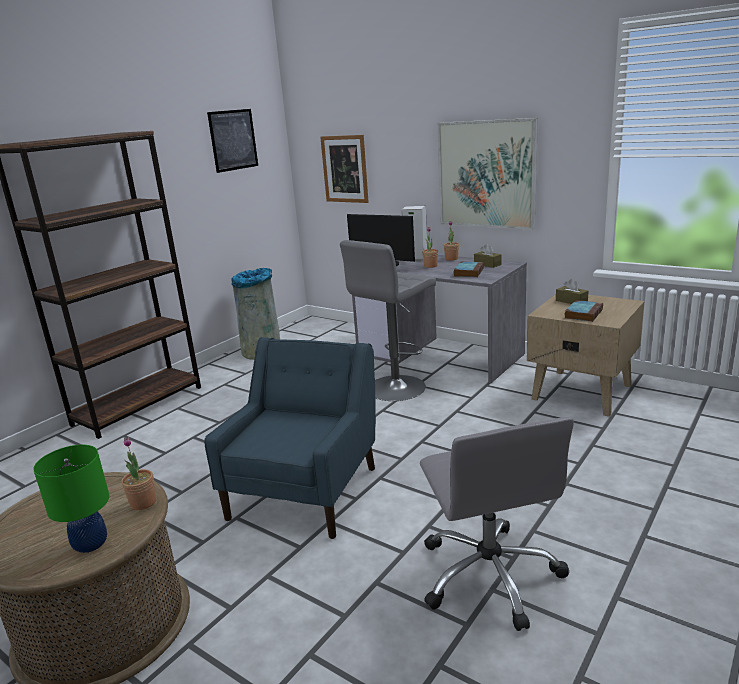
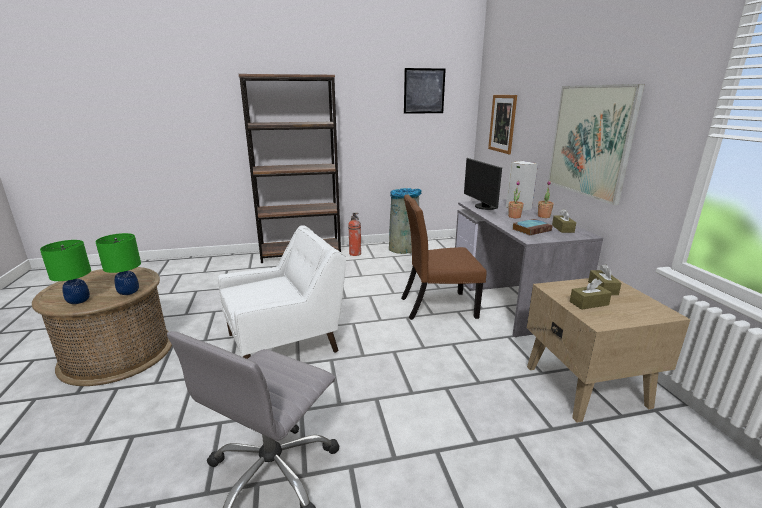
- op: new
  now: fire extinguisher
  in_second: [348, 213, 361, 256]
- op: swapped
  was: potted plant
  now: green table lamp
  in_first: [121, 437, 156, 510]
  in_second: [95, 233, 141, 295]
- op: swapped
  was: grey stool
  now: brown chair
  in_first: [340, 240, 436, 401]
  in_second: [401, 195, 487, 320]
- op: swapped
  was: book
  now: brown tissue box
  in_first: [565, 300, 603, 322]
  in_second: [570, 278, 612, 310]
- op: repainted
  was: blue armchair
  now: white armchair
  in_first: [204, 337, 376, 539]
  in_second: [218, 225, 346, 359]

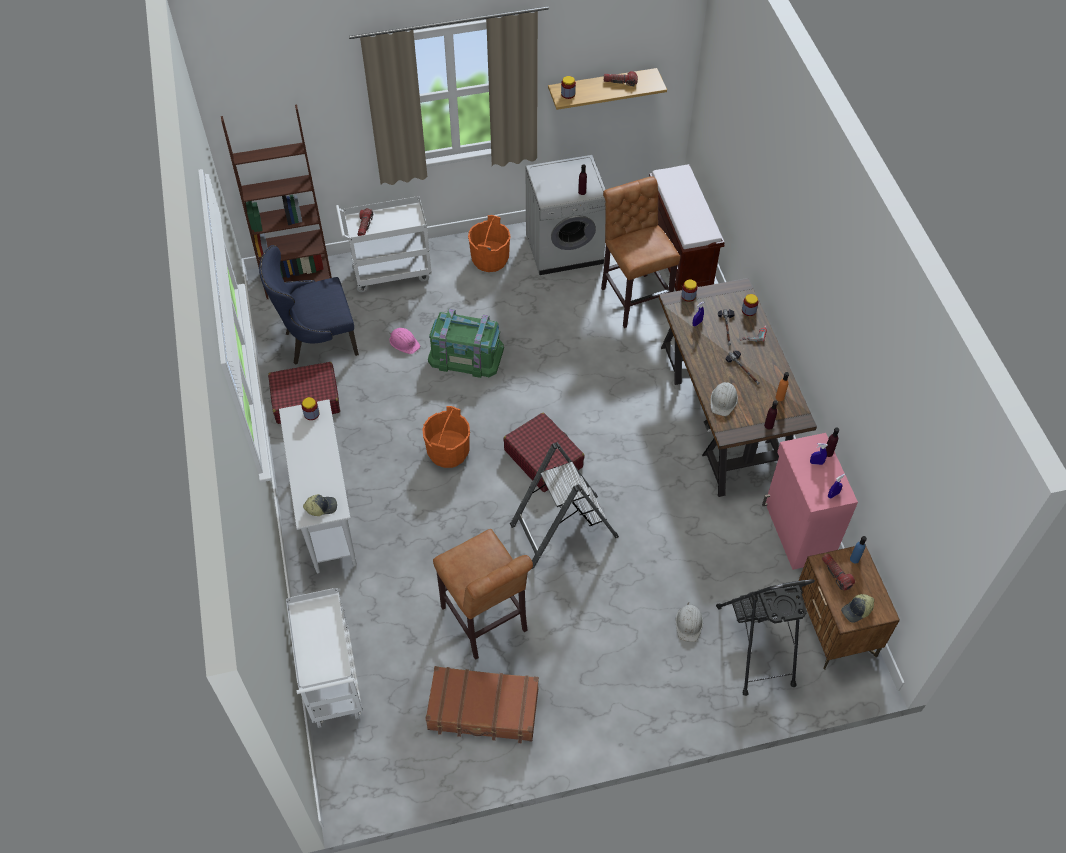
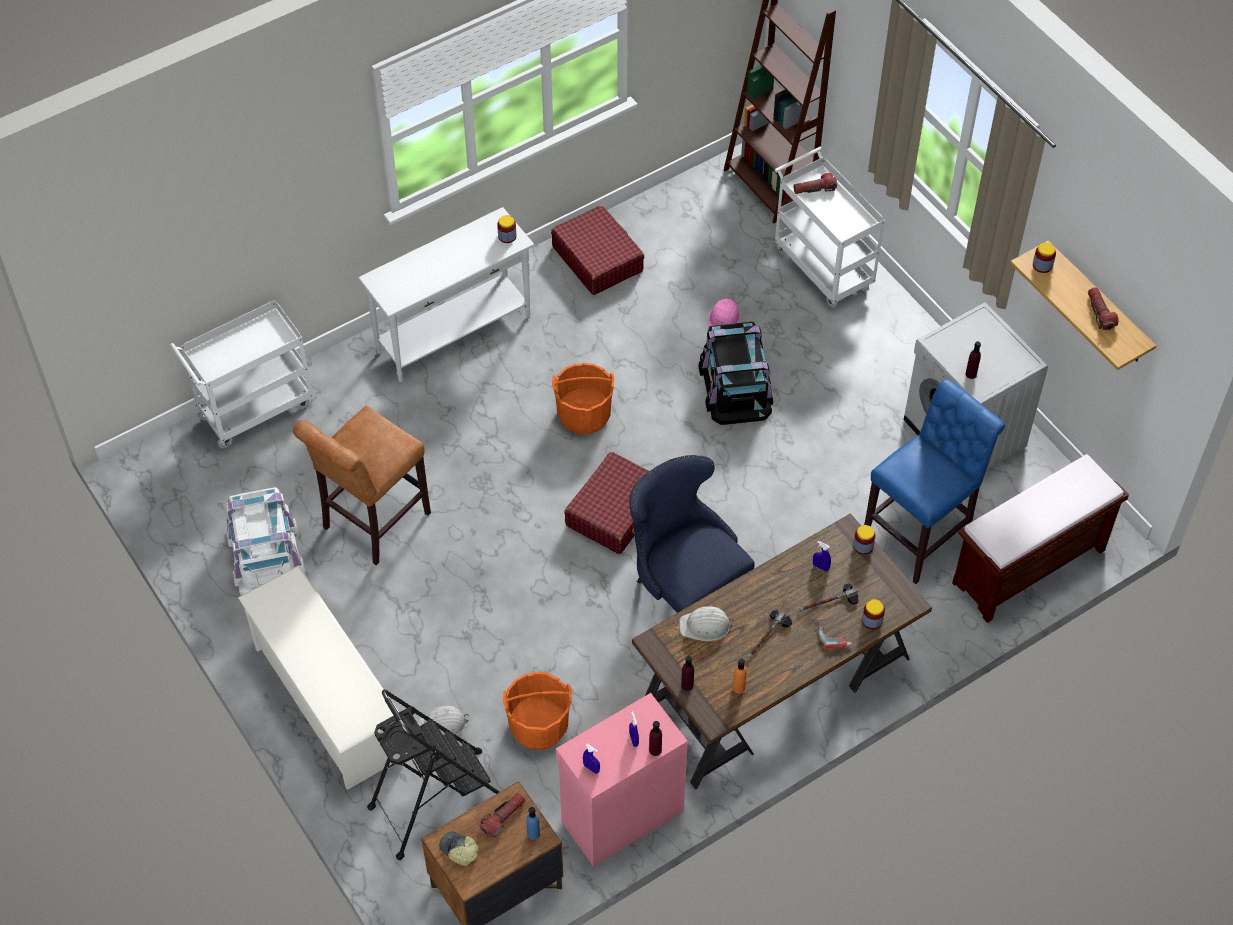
- op: gone
  was: cap
  in_first: [303, 494, 337, 516]
- op: gone
  was: grey step ladder
  in_first: [510, 442, 619, 569]
- op: new
  now: white shoe rack
  in_second: [238, 565, 407, 790]
- op: shifted
  was: blue chair
  in_first: [259, 245, 359, 365]
  in_second: [629, 455, 755, 613]
- op: shifted
  was: orange bucket
  in_first: [468, 215, 510, 272]
  in_second: [503, 672, 572, 750]
- op: swapped
  was: brown suitcase
  now: white storage box
  in_first: [425, 666, 539, 743]
  in_second: [226, 487, 305, 595]
- op: repainted
  was: green storage box
  now: black storage box
  in_first: [428, 309, 504, 378]
  in_second: [699, 322, 773, 425]
- op: repainted
  was: brown stool
  now: blue stool
  in_first: [601, 176, 680, 328]
  in_second: [864, 379, 1005, 584]

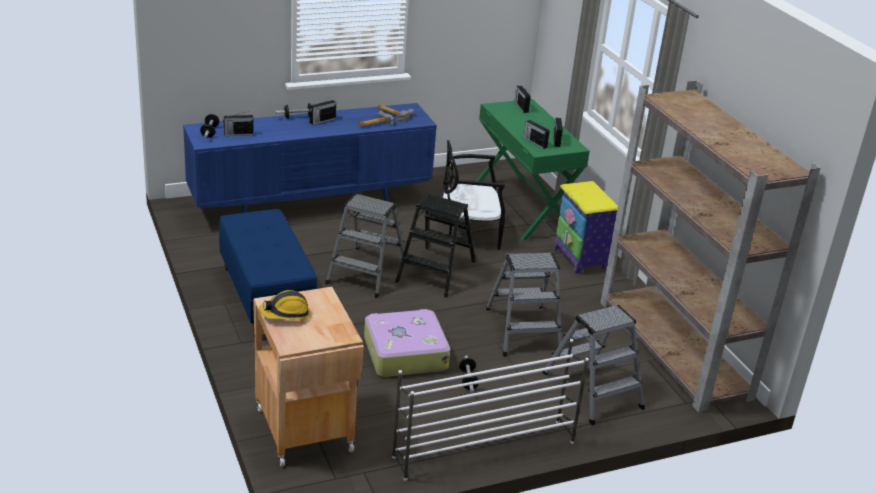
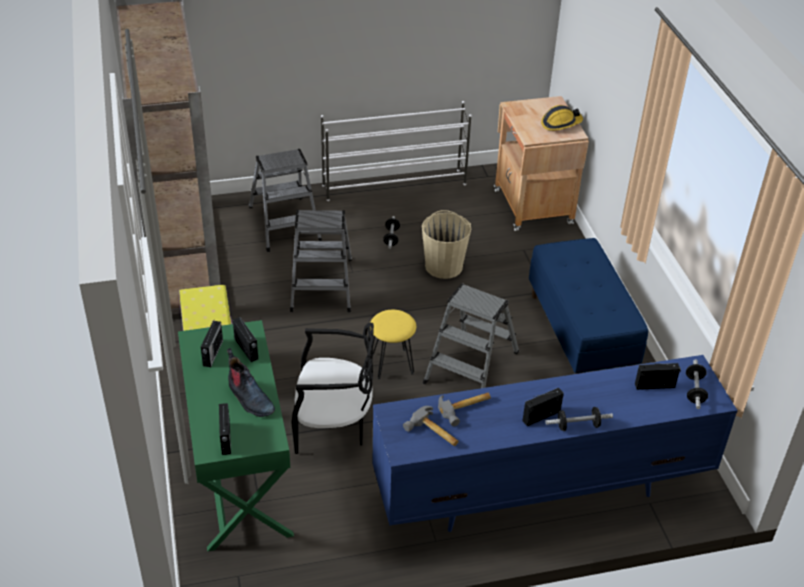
- op: new
  now: boot
  in_second: [227, 348, 275, 417]
- op: swapped
  was: suitcase
  now: beige bucket
  in_first: [364, 309, 450, 377]
  in_second: [422, 210, 471, 279]
- op: swapped
  was: black step ladder
  now: yellow stool
  in_first: [395, 193, 476, 298]
  in_second: [370, 310, 416, 379]

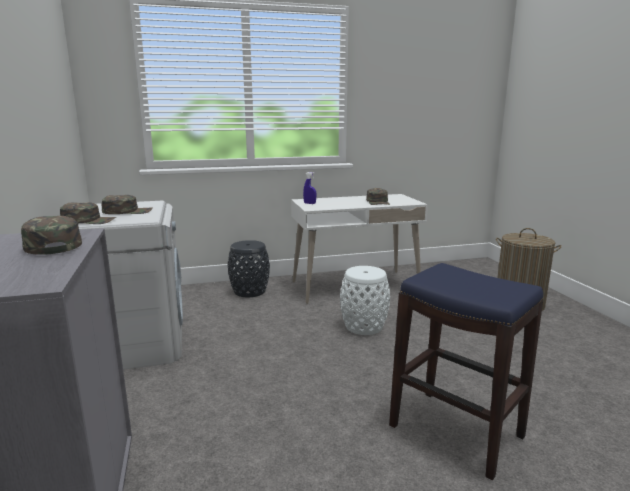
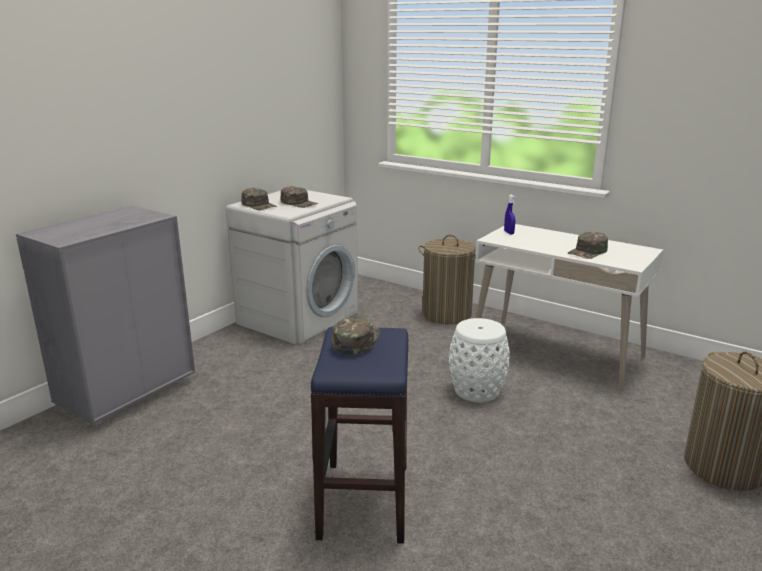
- op: shifted
  was: green cap
  in_first: [21, 216, 82, 255]
  in_second: [332, 316, 380, 355]
- op: swapped
  was: black stool
  now: laundry basket
  in_first: [228, 240, 270, 297]
  in_second: [418, 235, 476, 324]

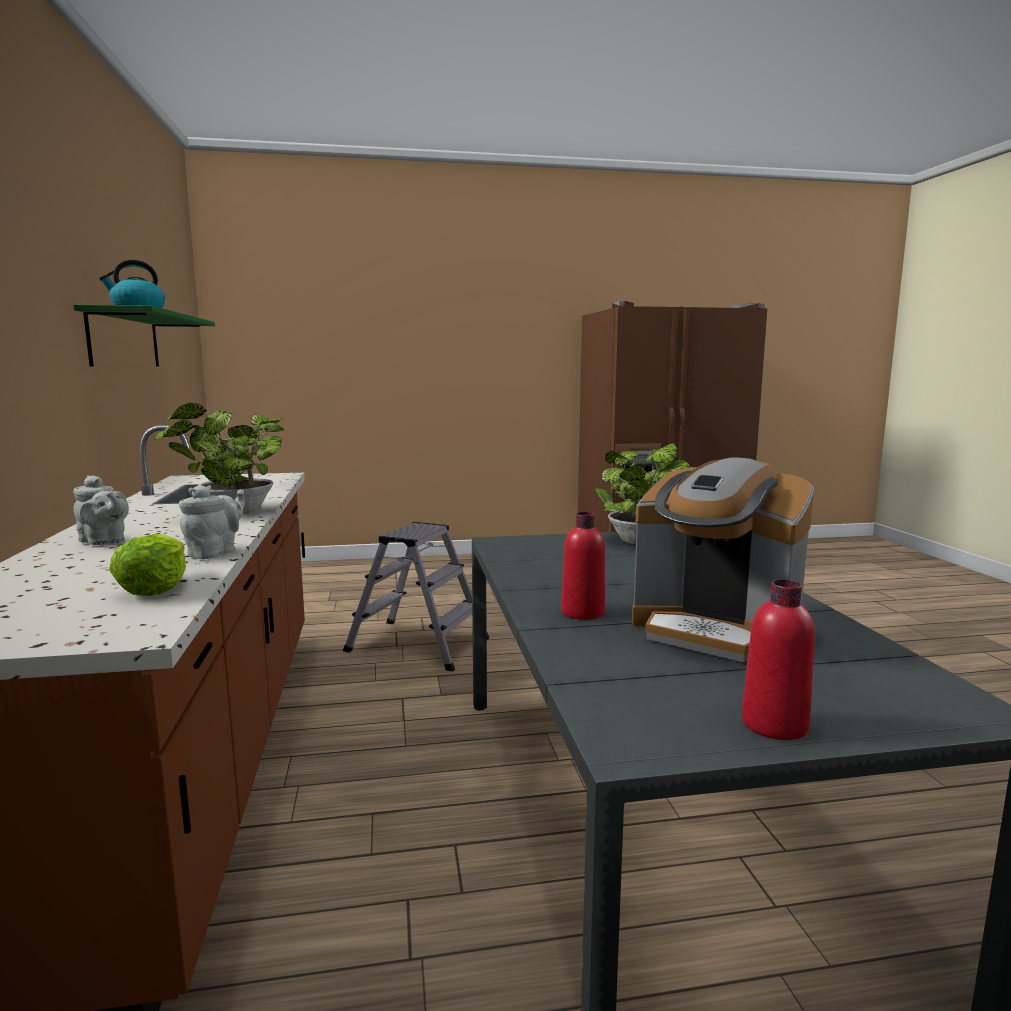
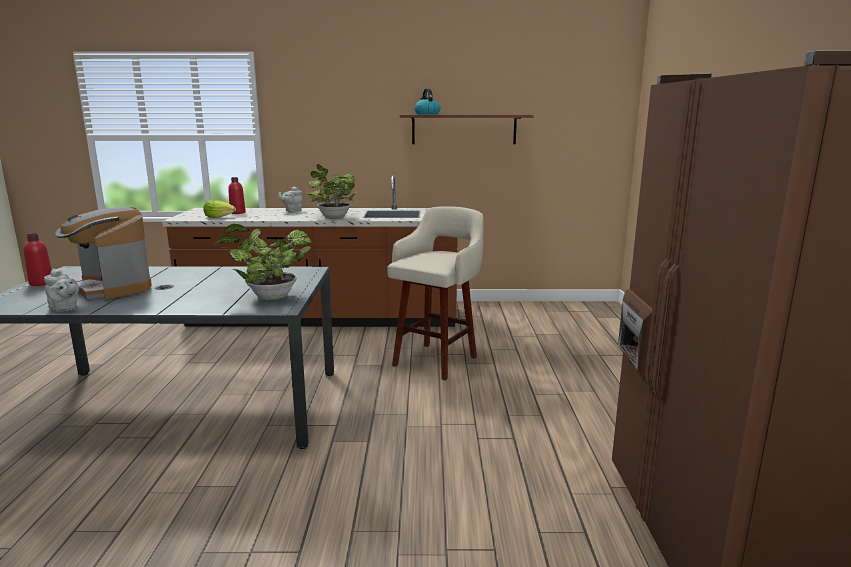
- op: shifted
  was: grey teapot
  in_first: [179, 485, 245, 559]
  in_second: [44, 269, 79, 312]
- op: shifted
  was: red bottle
  in_first: [561, 512, 605, 620]
  in_second: [228, 177, 246, 214]
- op: swapped
  was: grey step ladder
  now: beige stool
  in_first: [343, 522, 490, 671]
  in_second: [387, 206, 484, 380]
- op: repainted
  was: green shelf
  now: brown shelf
  in_first: [73, 304, 215, 366]
  in_second: [400, 115, 534, 144]
- op: rotated
  was: coffee machine
  in_first: [632, 457, 814, 662]
  in_second: [55, 206, 152, 299]
  clockwise: -90

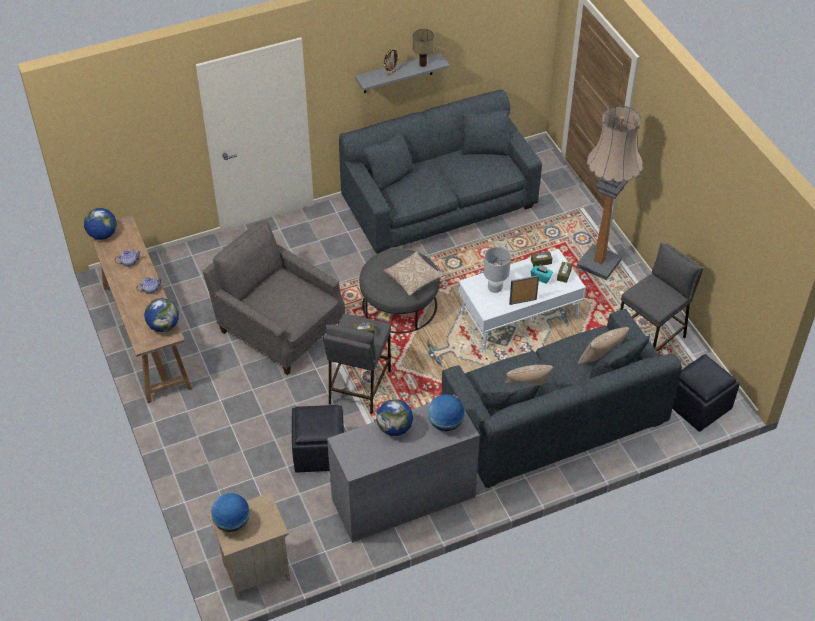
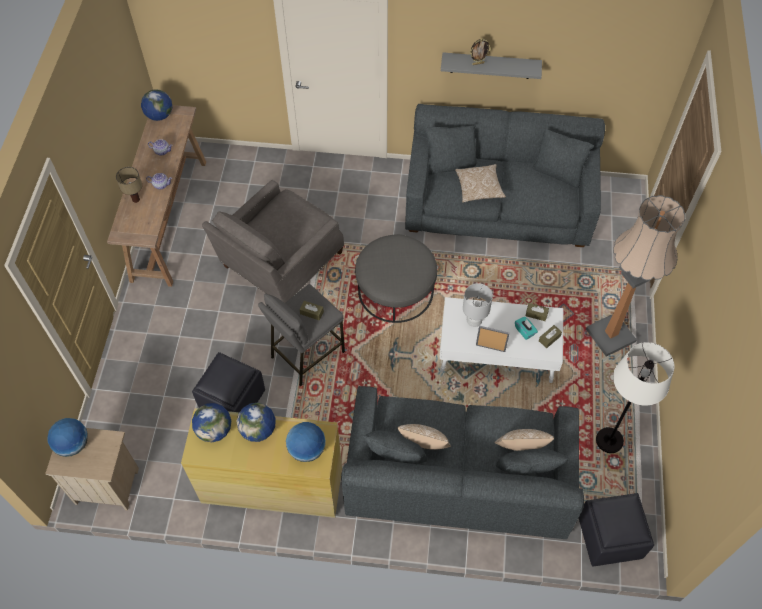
- op: shifted
  was: globe
  in_first: [144, 298, 179, 332]
  in_second: [192, 403, 231, 442]
- op: shifted
  was: pillow
  in_first: [383, 251, 444, 296]
  in_second: [455, 164, 506, 203]
- op: shifted
  was: table lamp
  in_first: [413, 29, 434, 67]
  in_second: [116, 167, 142, 203]
- op: swapped
  was: grey stool
  now: white floor lamp
  in_first: [620, 243, 703, 351]
  in_second: [596, 342, 674, 453]
- op: repainted
  was: grey cabinet
  now: yellow cabinet
  in_first: [327, 394, 480, 543]
  in_second: [181, 408, 342, 518]
- op: rotated
  was: grey armchair
  in_first: [203, 221, 345, 375]
  in_second: [202, 180, 344, 303]
  clockwise: -120

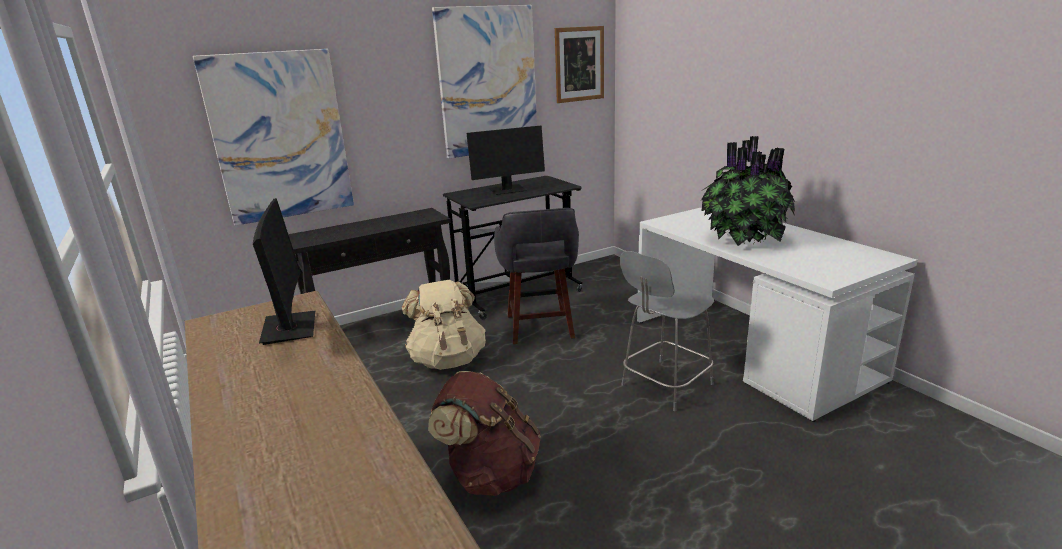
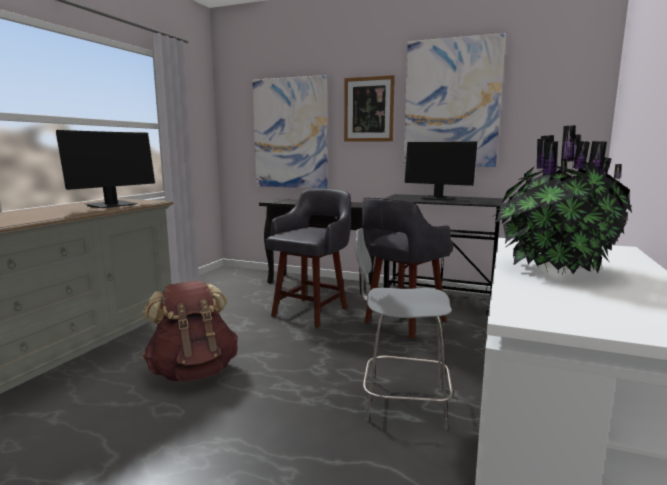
- op: shifted
  was: picture
  in_first: [555, 26, 604, 103]
  in_second: [344, 75, 395, 142]
- op: swapped
  was: beige backpack
  now: grey stool
  in_first: [402, 280, 486, 370]
  in_second: [266, 189, 351, 327]

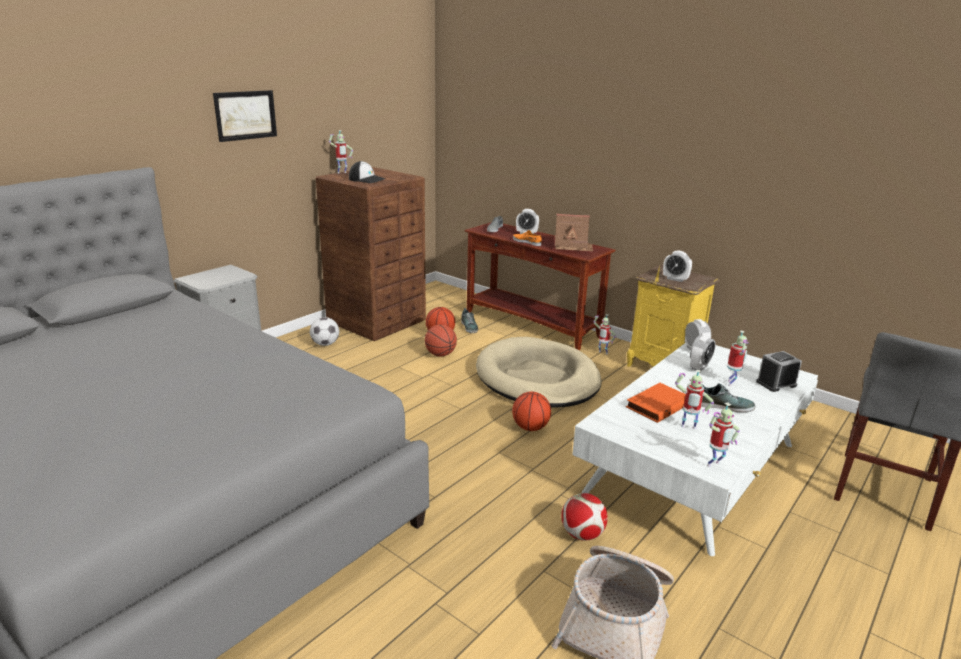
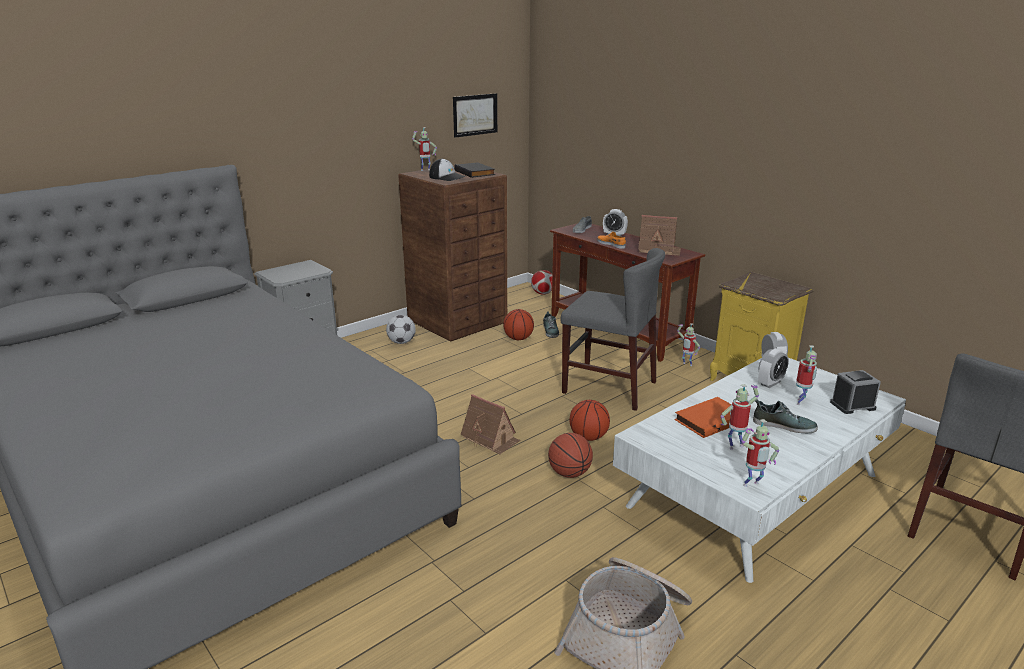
- op: gone
  was: alarm clock
  in_first: [663, 250, 692, 282]
- op: new
  now: black book
  in_second: [454, 162, 495, 178]
- op: new
  now: toy house
  in_second: [460, 394, 520, 454]
- op: shifted
  was: picture
  in_first: [213, 90, 277, 142]
  in_second: [453, 93, 497, 138]
- op: shifted
  was: basketball
  in_first: [425, 324, 457, 356]
  in_second: [548, 433, 593, 478]
- op: shifted
  was: football
  in_first: [561, 493, 608, 541]
  in_second: [531, 270, 552, 295]
- op: swapped
  was: beige dog bed
  now: grey chair
  in_first: [476, 337, 602, 408]
  in_second: [561, 248, 665, 411]
- op: rotated
  was: toy robot
  in_first: [675, 370, 714, 429]
  in_second: [720, 384, 759, 450]
  clockwise: 135

